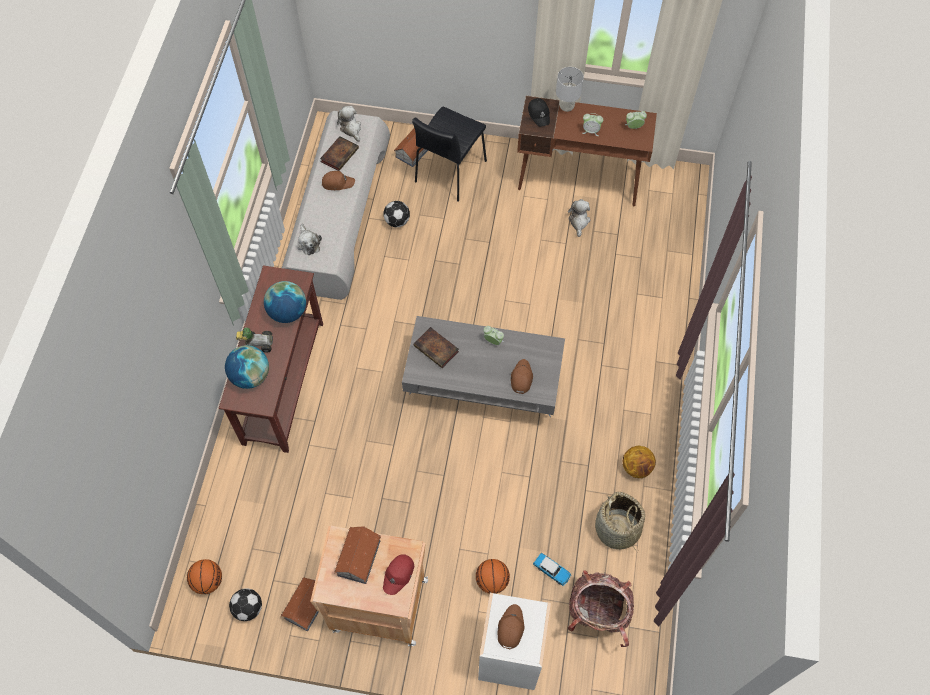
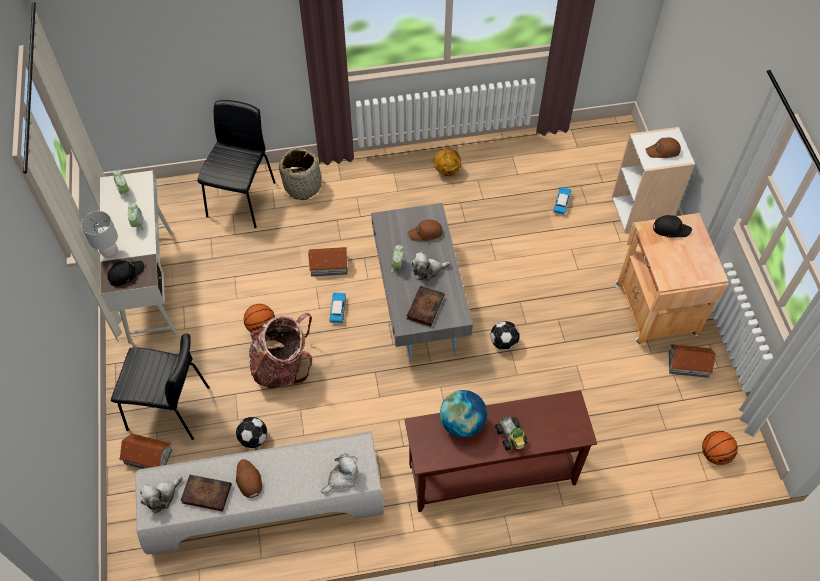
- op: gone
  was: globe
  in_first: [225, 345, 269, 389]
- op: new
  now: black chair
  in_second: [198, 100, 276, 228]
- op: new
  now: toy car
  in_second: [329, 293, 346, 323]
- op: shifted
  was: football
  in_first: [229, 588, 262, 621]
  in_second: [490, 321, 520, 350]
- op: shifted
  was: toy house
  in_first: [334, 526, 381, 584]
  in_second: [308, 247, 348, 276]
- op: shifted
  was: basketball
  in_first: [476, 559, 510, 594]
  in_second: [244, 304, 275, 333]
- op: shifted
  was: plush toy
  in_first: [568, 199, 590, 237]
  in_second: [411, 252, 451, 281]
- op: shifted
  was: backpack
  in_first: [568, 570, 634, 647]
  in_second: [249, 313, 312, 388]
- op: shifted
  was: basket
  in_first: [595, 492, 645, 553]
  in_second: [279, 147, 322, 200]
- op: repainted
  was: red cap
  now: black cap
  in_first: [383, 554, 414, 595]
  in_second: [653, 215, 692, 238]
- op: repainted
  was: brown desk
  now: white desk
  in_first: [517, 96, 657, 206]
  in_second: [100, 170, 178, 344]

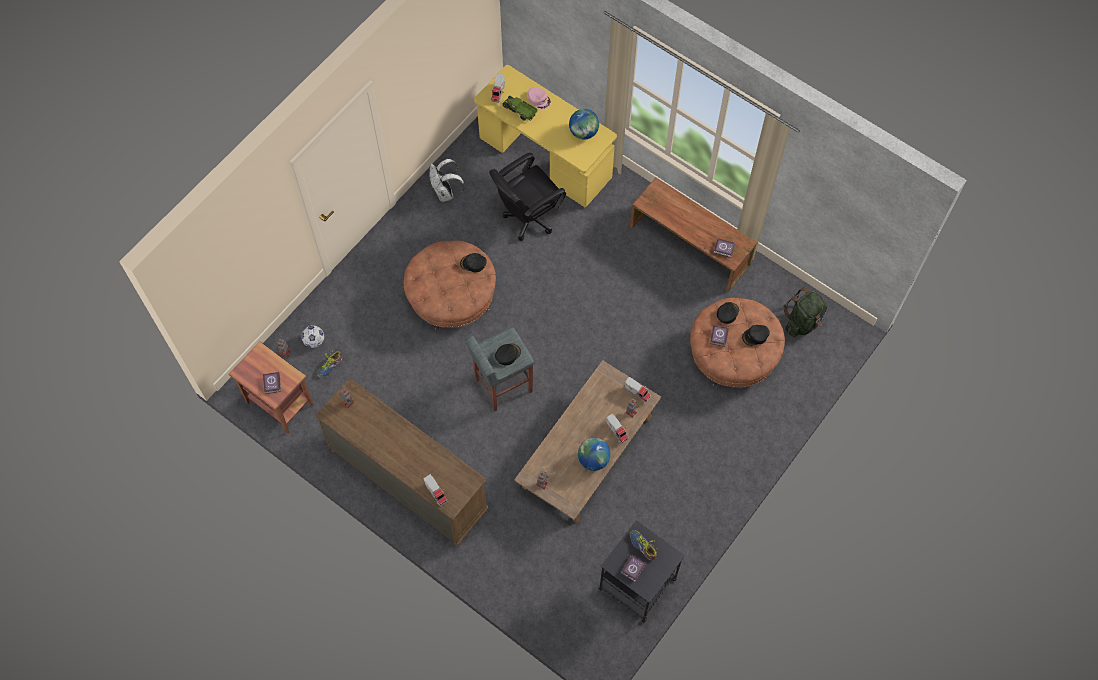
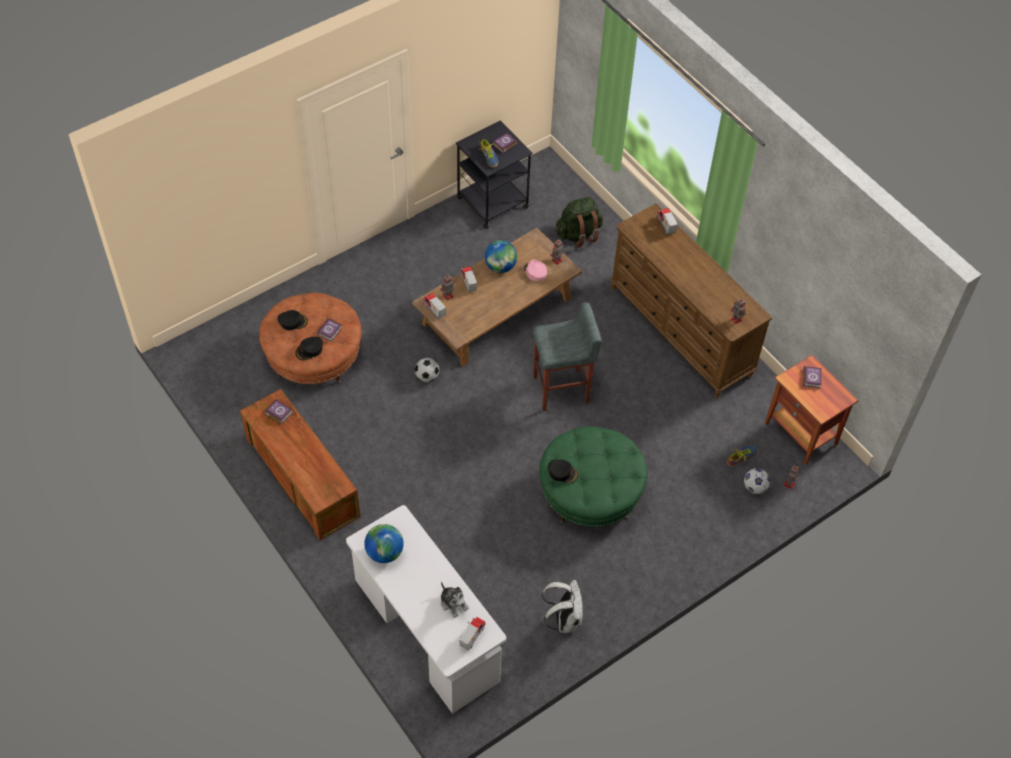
- op: gone
  was: black office chair
  in_first: [489, 153, 566, 241]
- op: gone
  was: black cap
  in_first: [495, 344, 521, 365]
- op: new
  now: football
  in_second: [415, 358, 440, 382]
- op: shifted
  was: pink cap
  in_first: [528, 87, 551, 109]
  in_second: [524, 259, 547, 281]
- op: shifted
  was: green backpack
  in_first: [783, 287, 827, 337]
  in_second: [556, 197, 603, 247]
- op: swapped
  was: toy truck
  now: plush toy
  in_first: [503, 96, 538, 121]
  in_second: [441, 582, 469, 618]
- op: repainted
  was: brown ottoman
  now: green ottoman
  in_first: [404, 241, 496, 330]
  in_second: [539, 426, 648, 527]
- op: repainted
  was: yellow desk
  now: white desk
  in_first: [474, 65, 617, 207]
  in_second: [346, 505, 506, 714]

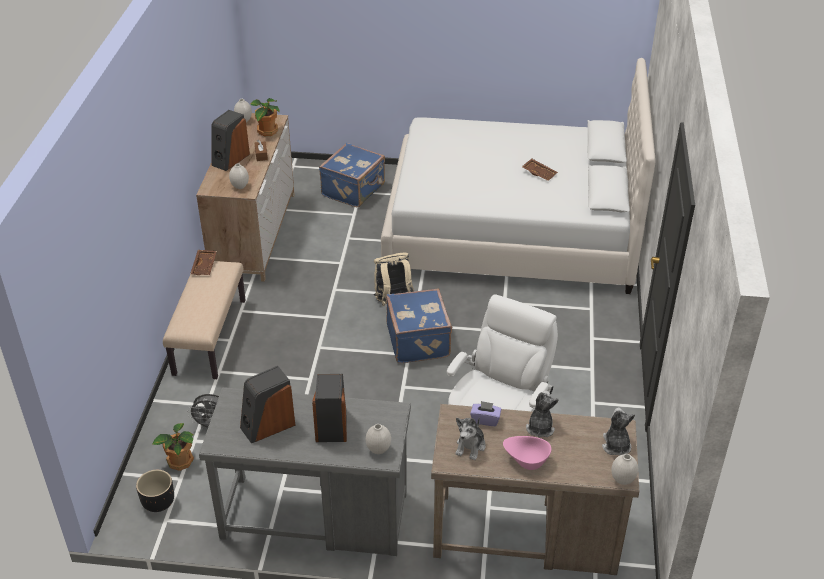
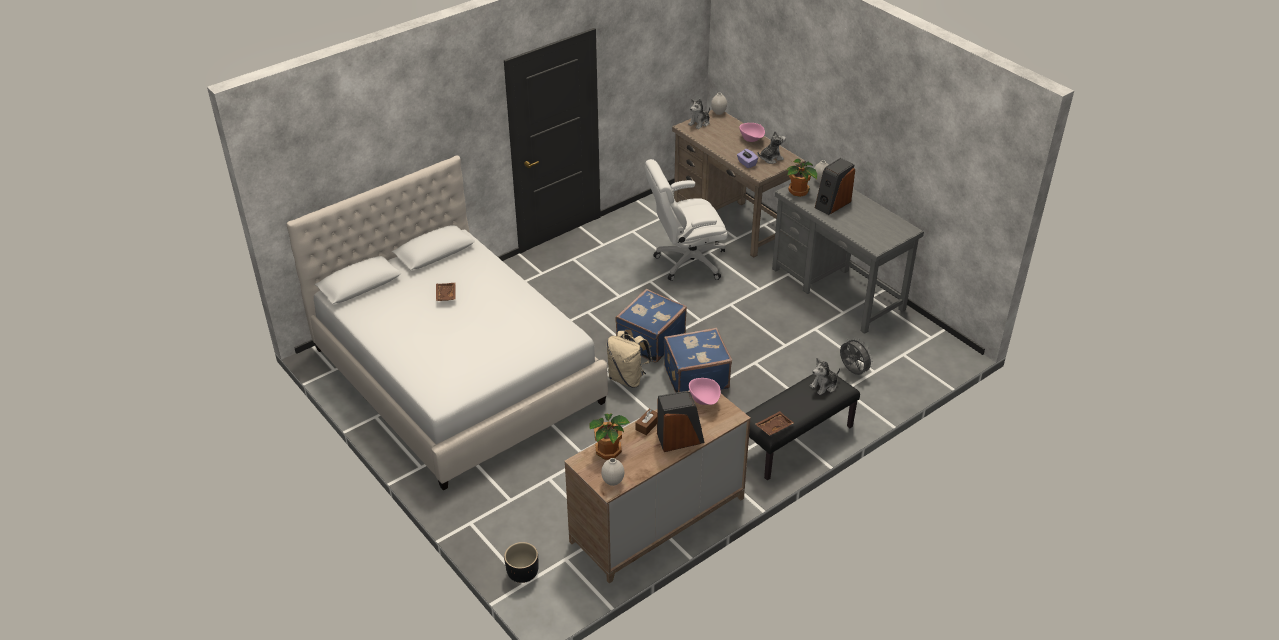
- op: gone
  was: speaker
  in_first: [240, 366, 296, 443]
- op: shifted
  was: black planter
  in_first: [136, 470, 174, 512]
  in_second: [504, 542, 539, 583]
- op: shifted
  was: potted plant
  in_first: [152, 423, 194, 471]
  in_second: [787, 159, 817, 197]
- op: shifted
  was: blue suitcase
  in_first: [319, 143, 385, 207]
  in_second: [664, 327, 732, 393]
- op: shifted
  was: plush toy
  in_first: [526, 391, 559, 437]
  in_second: [810, 358, 840, 395]
- op: swapped
  was: white vase
  now: pink bowl
  in_first: [229, 163, 249, 189]
  in_second: [689, 378, 721, 405]
- op: repainted
  was: beige bench
  now: black bench
  in_first: [163, 261, 245, 379]
  in_second: [746, 369, 860, 480]

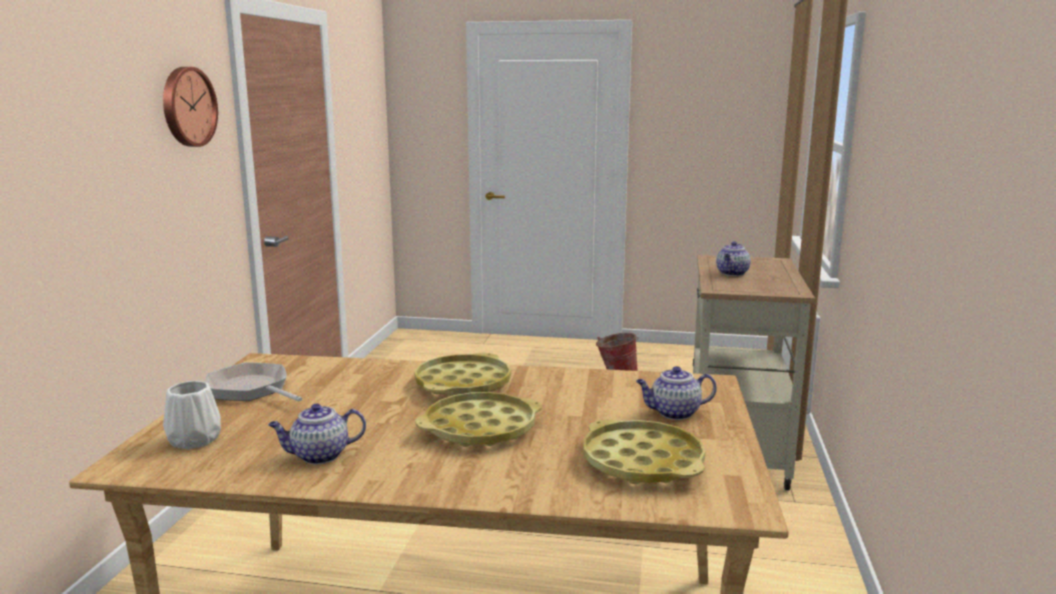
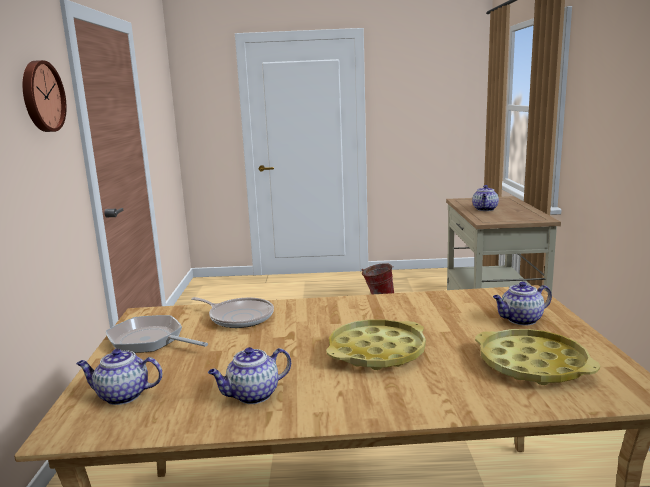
- op: gone
  was: yellow tray
  in_first: [414, 353, 511, 396]
- op: new
  now: frying pan
  in_second: [191, 297, 274, 328]
- op: swapped
  was: white vase
  now: teapot
  in_first: [163, 381, 221, 449]
  in_second: [76, 349, 162, 405]

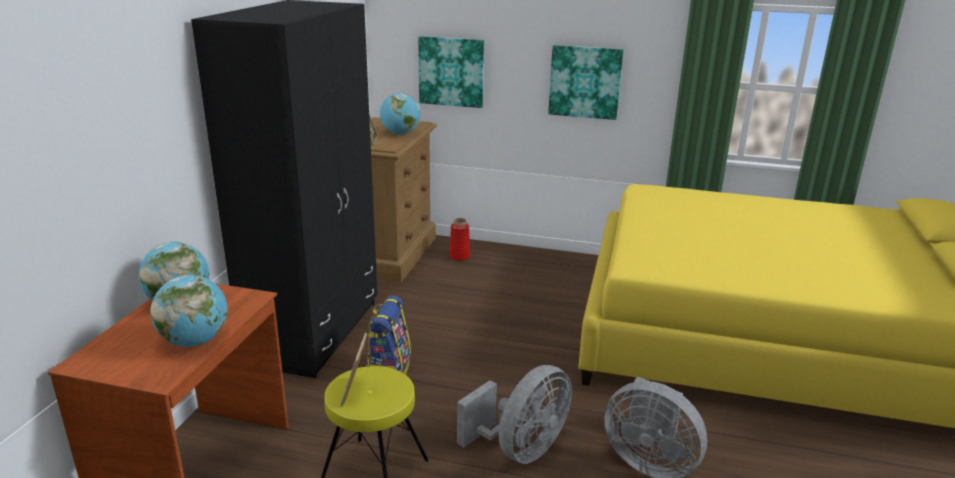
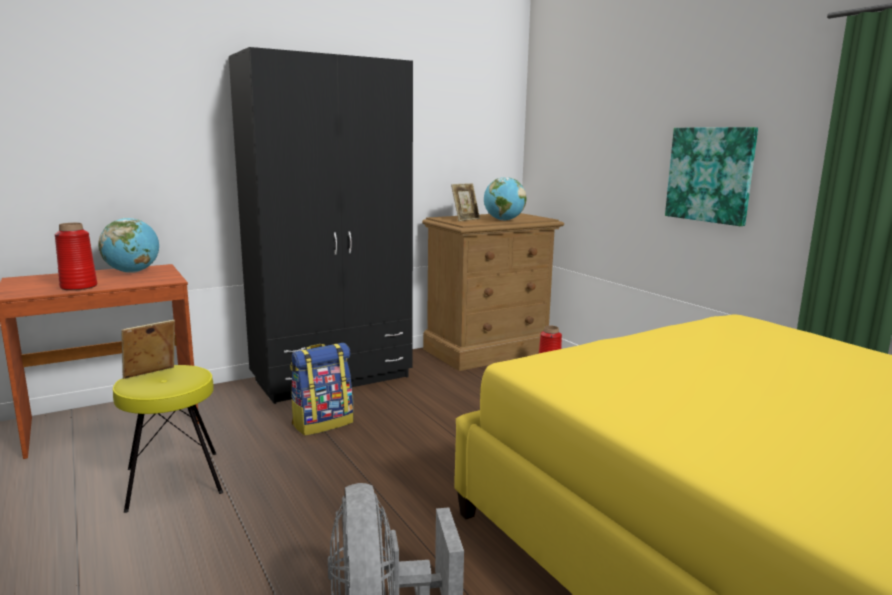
- op: gone
  was: picture
  in_first: [418, 36, 484, 108]
- op: gone
  was: grey fan
  in_first: [457, 365, 572, 464]
- op: swapped
  was: globe
  now: red vase
  in_first: [150, 275, 228, 347]
  in_second: [55, 223, 97, 291]

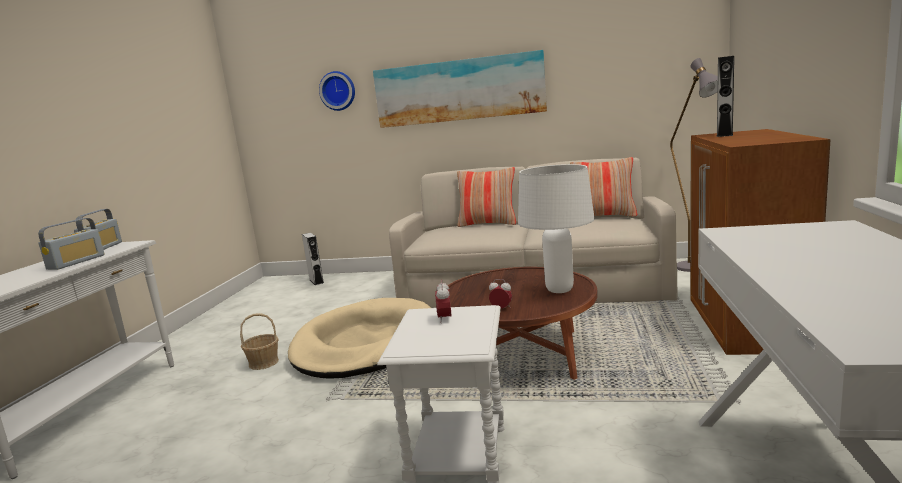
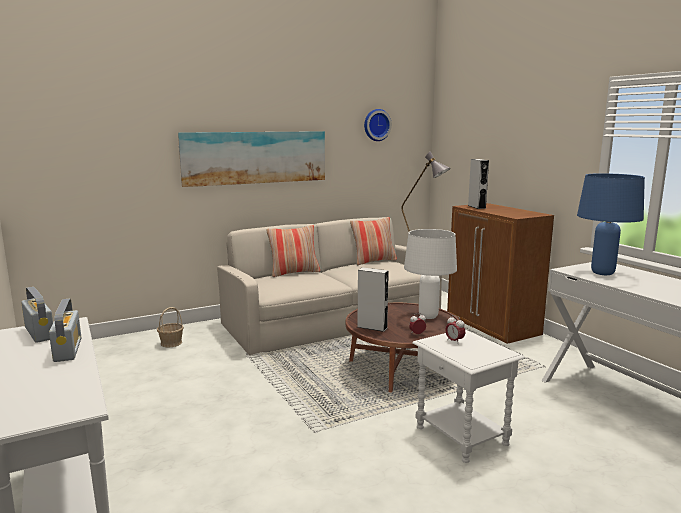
- op: gone
  was: beige dog bed
  in_first: [288, 298, 431, 379]
- op: new
  now: blue table lamp
  in_second: [577, 173, 645, 275]
- op: shifted
  was: basket
  in_first: [240, 313, 279, 370]
  in_second: [157, 307, 184, 347]
- op: shifted
  was: grey speaker
  in_first: [302, 233, 324, 285]
  in_second: [358, 267, 389, 332]
- op: shifted
  was: wall clock
  in_first: [319, 71, 355, 111]
  in_second: [364, 109, 392, 141]

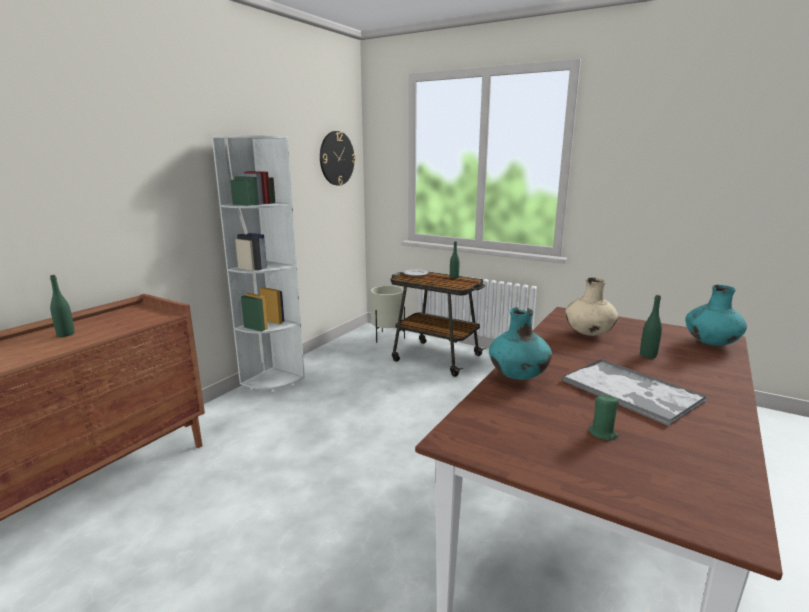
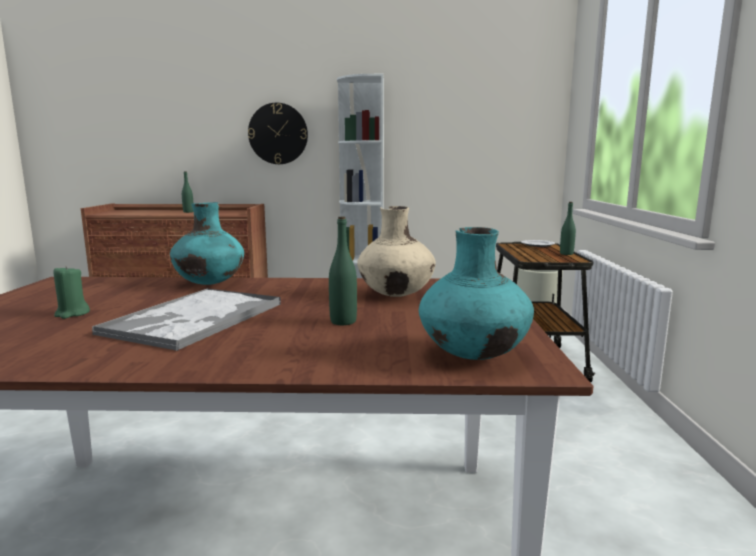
- op: shifted
  was: wall clock
  in_first: [320, 131, 356, 186]
  in_second: [248, 103, 308, 164]

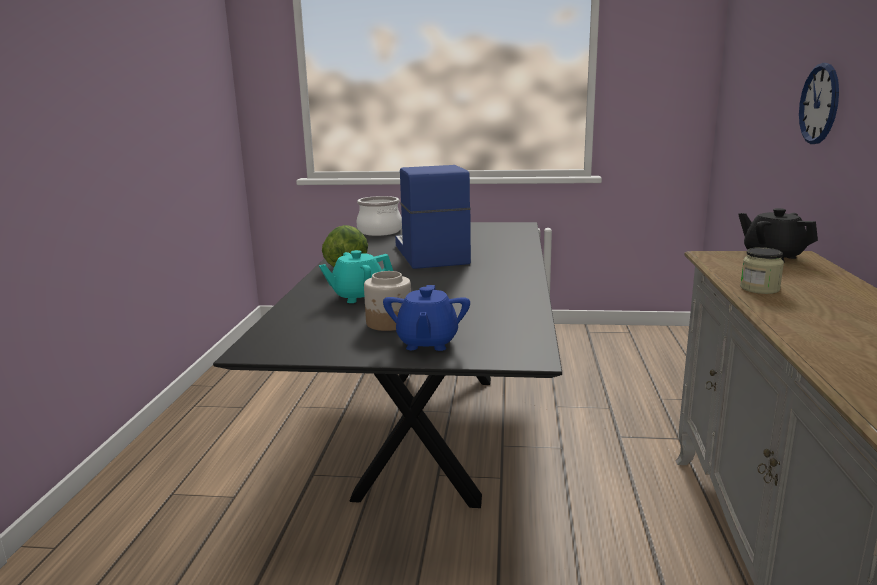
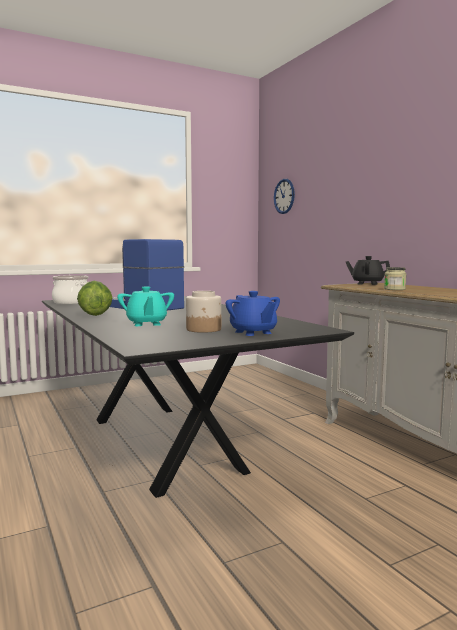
- op: shifted
  was: wall clock
  in_first: [799, 63, 839, 144]
  in_second: [274, 179, 295, 214]
- op: rotated
  was: turquoise teapot
  in_first: [319, 250, 393, 303]
  in_second: [117, 286, 174, 326]
  clockwise: -45

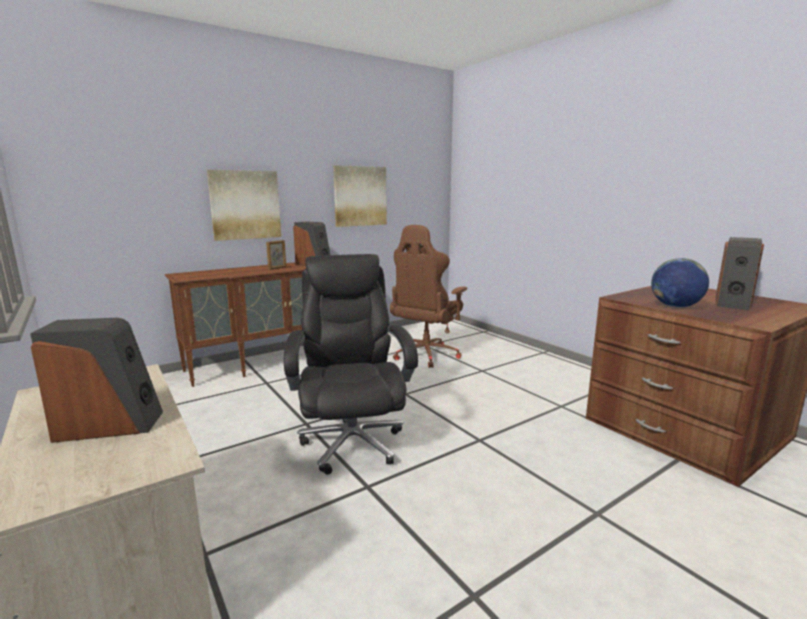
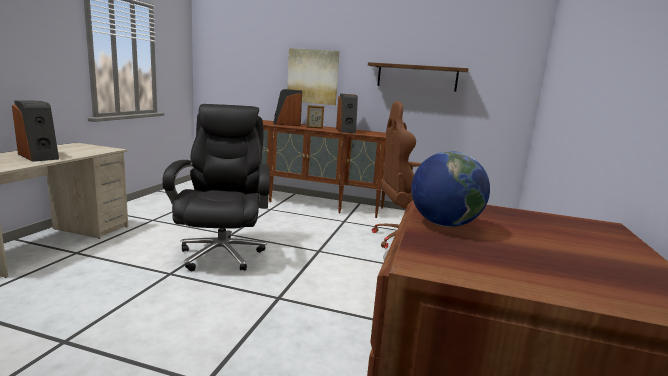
- op: shifted
  was: speaker
  in_first: [716, 237, 764, 310]
  in_second: [273, 89, 302, 126]
- op: swapped
  was: picture
  now: brown shelf
  in_first: [333, 165, 387, 227]
  in_second: [368, 62, 469, 92]
- op: rotated
  was: black office chair
  in_first: [284, 254, 418, 475]
  in_second: [162, 104, 270, 271]
  clockwise: -45

